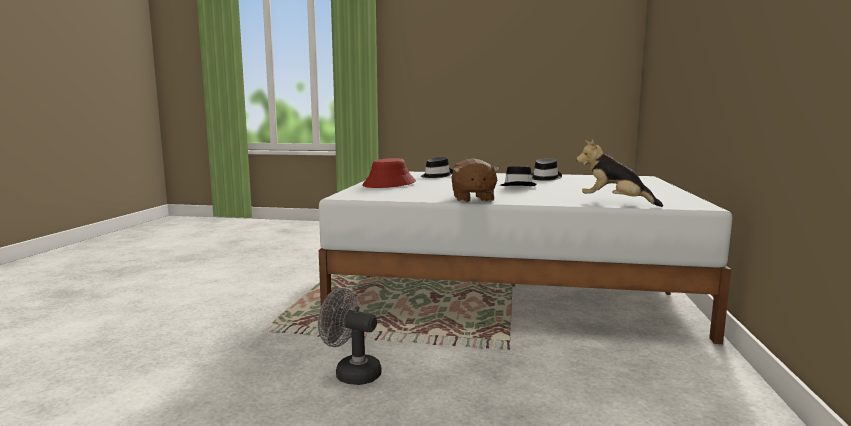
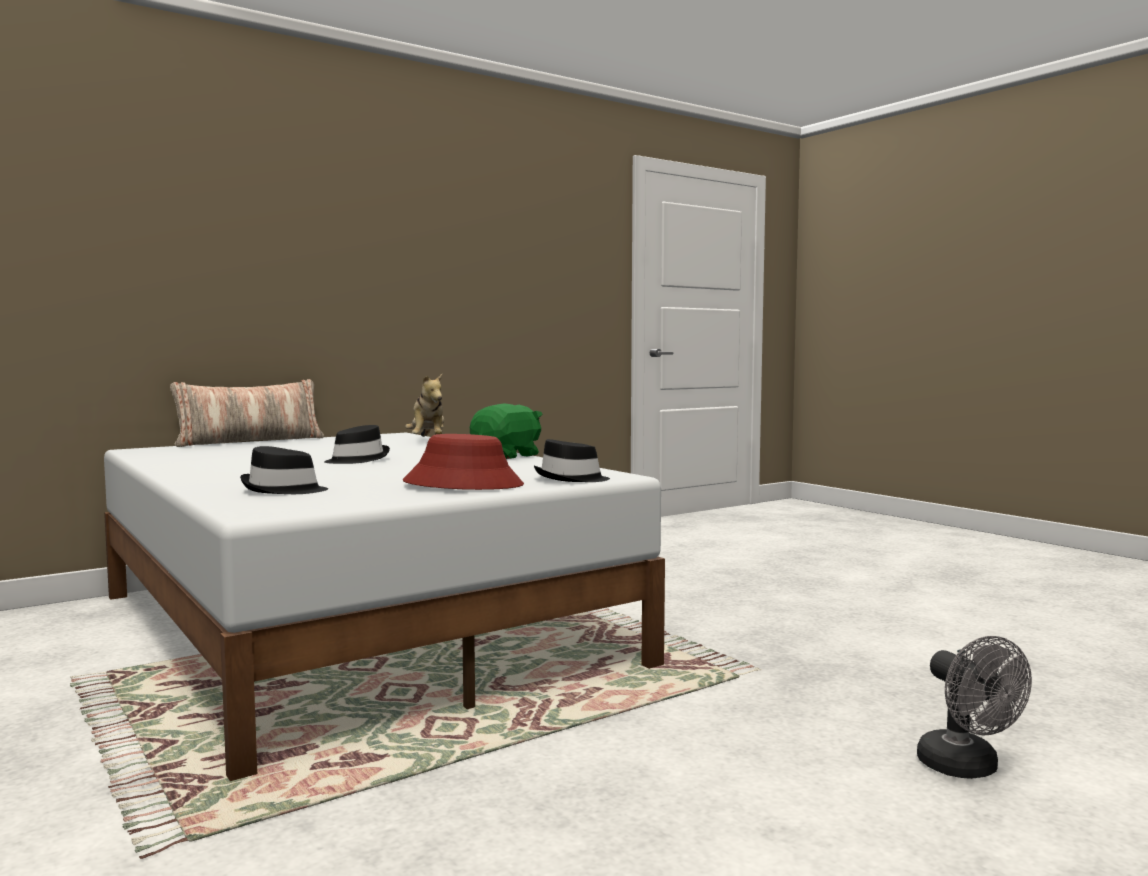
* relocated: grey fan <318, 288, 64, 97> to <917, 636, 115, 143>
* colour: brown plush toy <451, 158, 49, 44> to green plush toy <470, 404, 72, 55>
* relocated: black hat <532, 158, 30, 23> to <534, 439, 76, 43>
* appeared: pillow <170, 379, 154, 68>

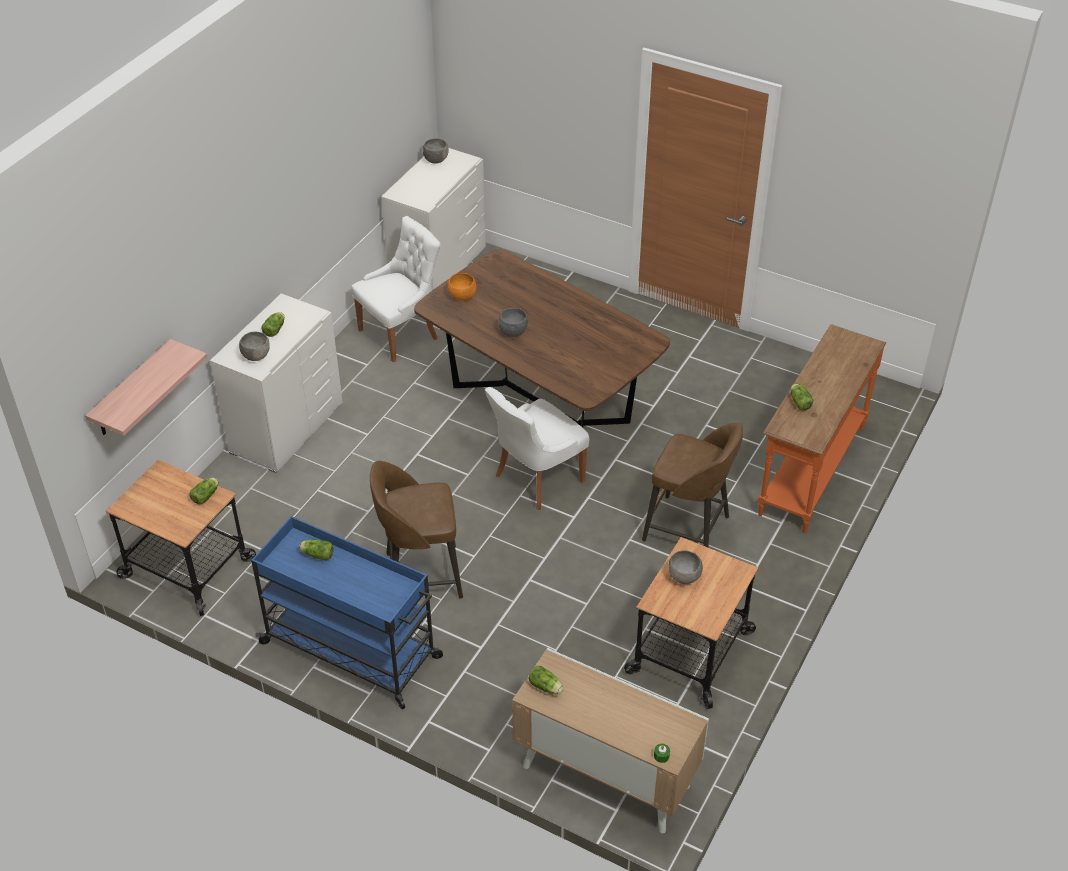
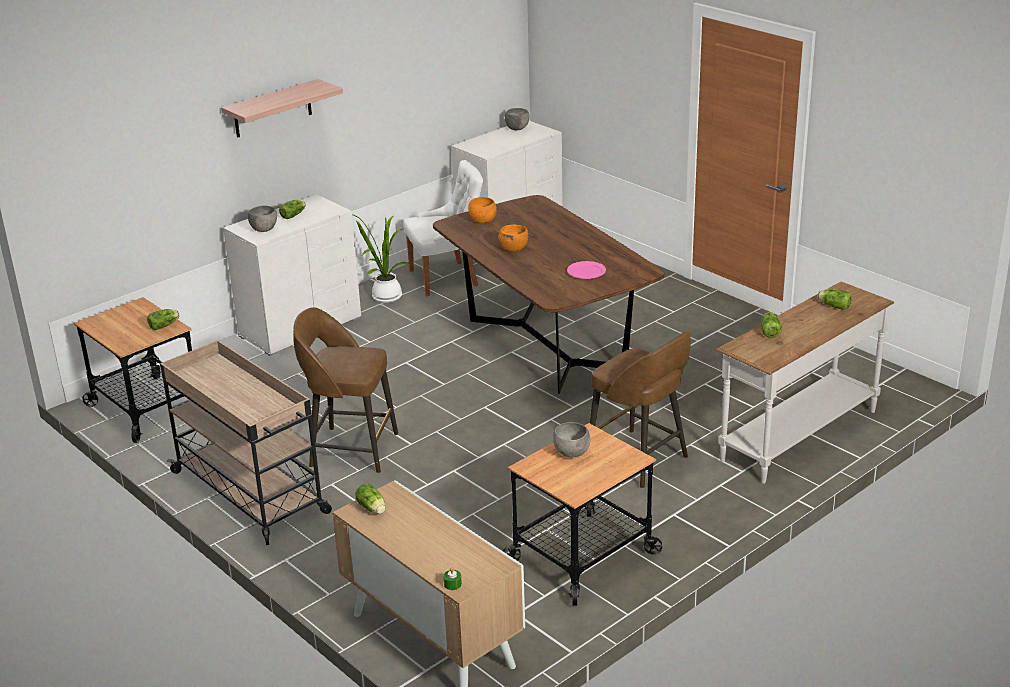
* relocated: shelf <85, 339, 122, 97> to <221, 79, 122, 59>
* colour: blue cart <251, 516, 192, 193> to beige cart <160, 340, 172, 205>
* relocated: lettuce <299, 539, 34, 22> to <818, 289, 33, 21>
* missing: white chair <485, 387, 104, 123>
* colour: grey bowl <498, 308, 30, 29> to orange bowl <499, 224, 29, 28>
* colour: orange console table <758, 324, 128, 209> to white console table <716, 282, 178, 202>
* appeared: potted plant <352, 214, 60, 89>
* appeared: pink plate <567, 261, 39, 18>

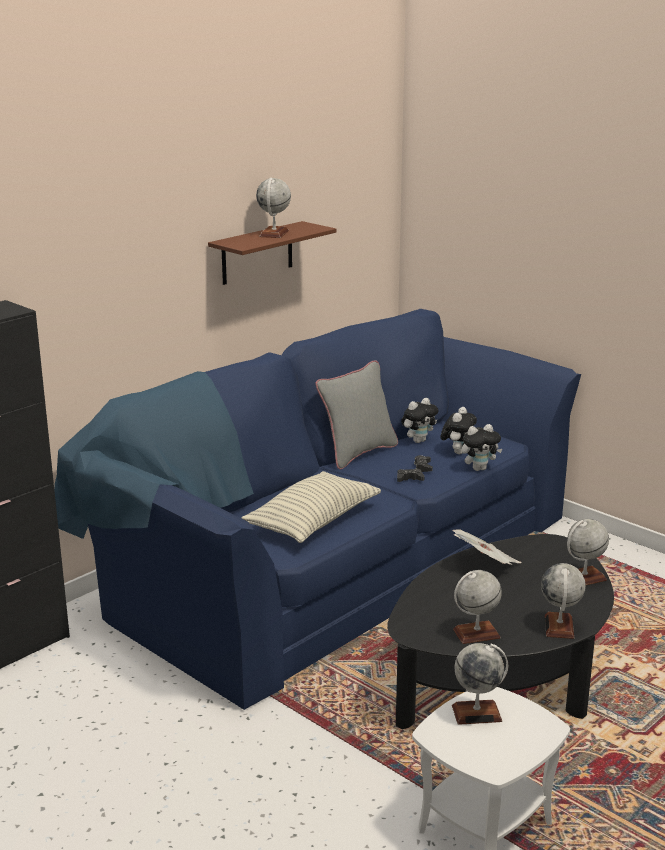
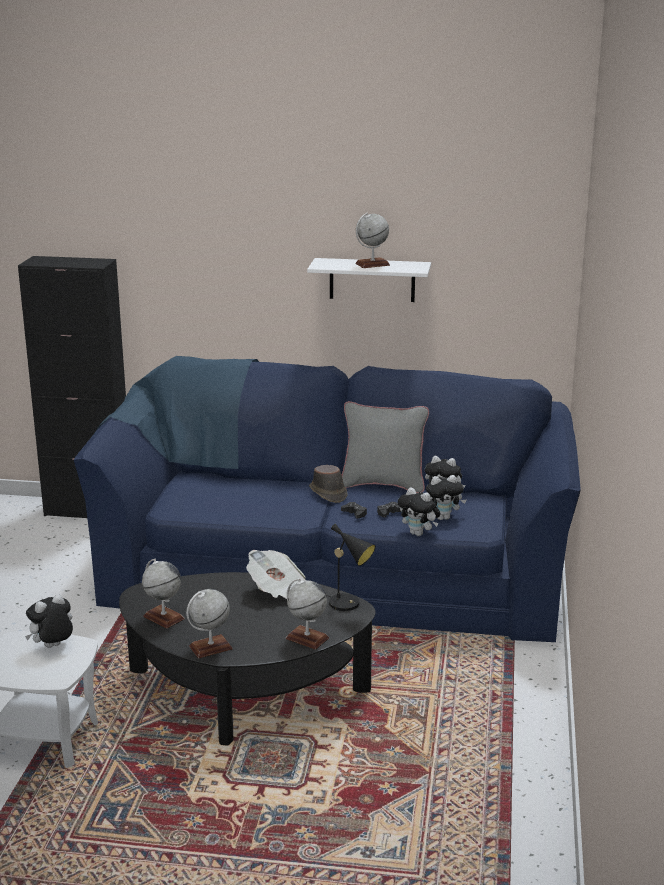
* colour: brown shelf <208, 221, 129, 64> to white shelf <307, 258, 124, 44>
* missing: pillow <242, 471, 139, 72>
* exchanged: globe <452, 643, 56, 82> to plush toy <25, 594, 48, 54>
* appeared: brown hat <309, 465, 39, 38>
* appeared: black table lamp <327, 524, 49, 87>

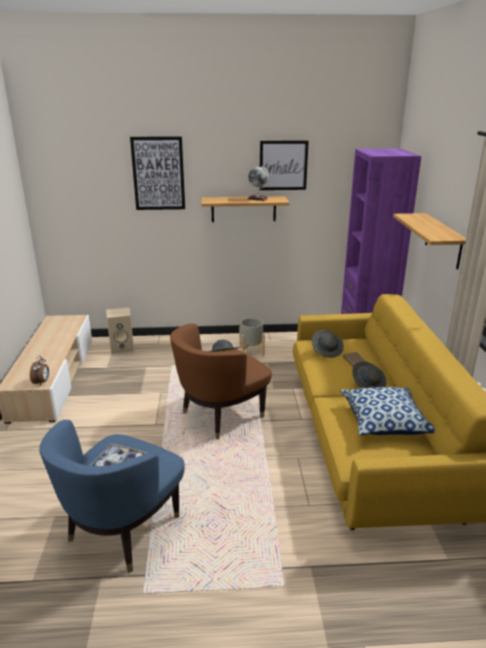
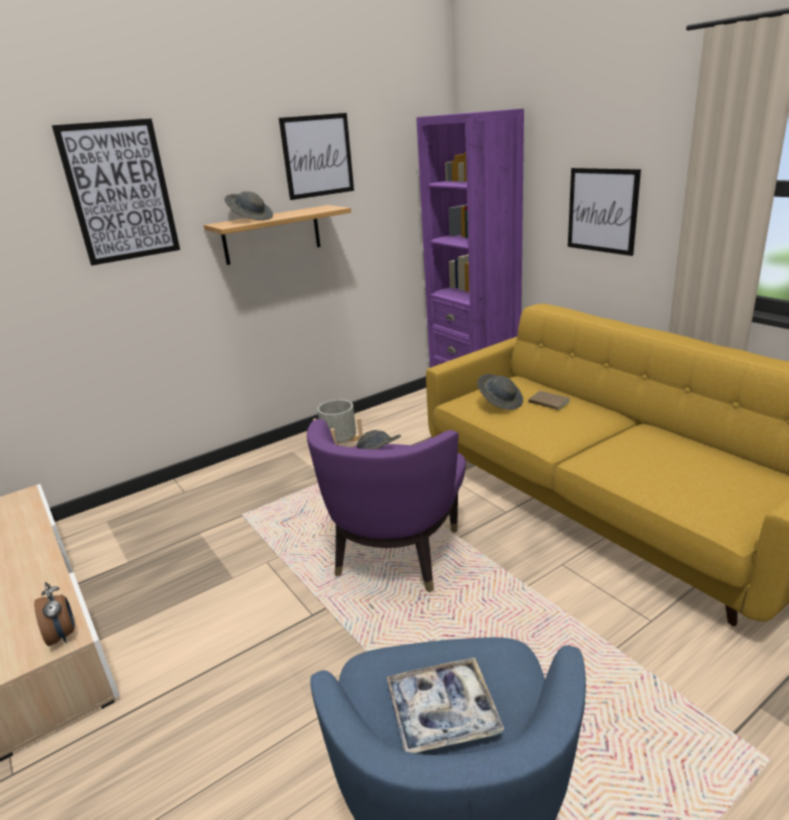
* missing: beige speaker <106, 307, 28, 48>
* colour: brown armchair <170, 323, 102, 116> to purple armchair <307, 419, 159, 174>
* missing: globe <247, 166, 22, 35>
* missing: pillow <340, 387, 95, 49>
* relocated: grey hat <352, 361, 34, 27> to <225, 192, 48, 28>
* exchanged: shelf <393, 213, 73, 56> to picture <568, 168, 73, 88>

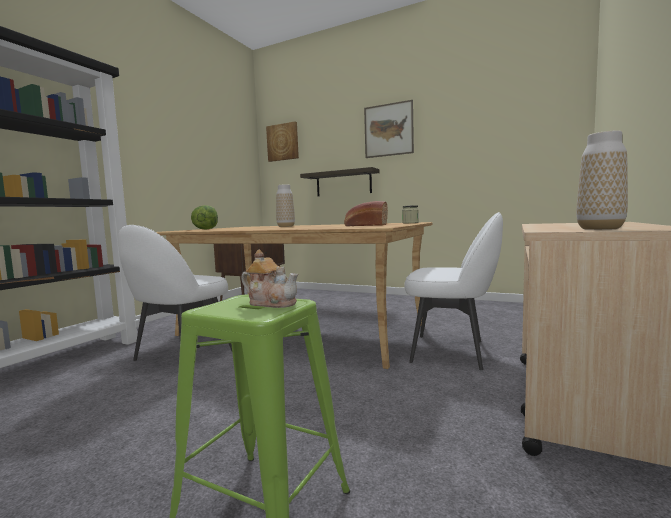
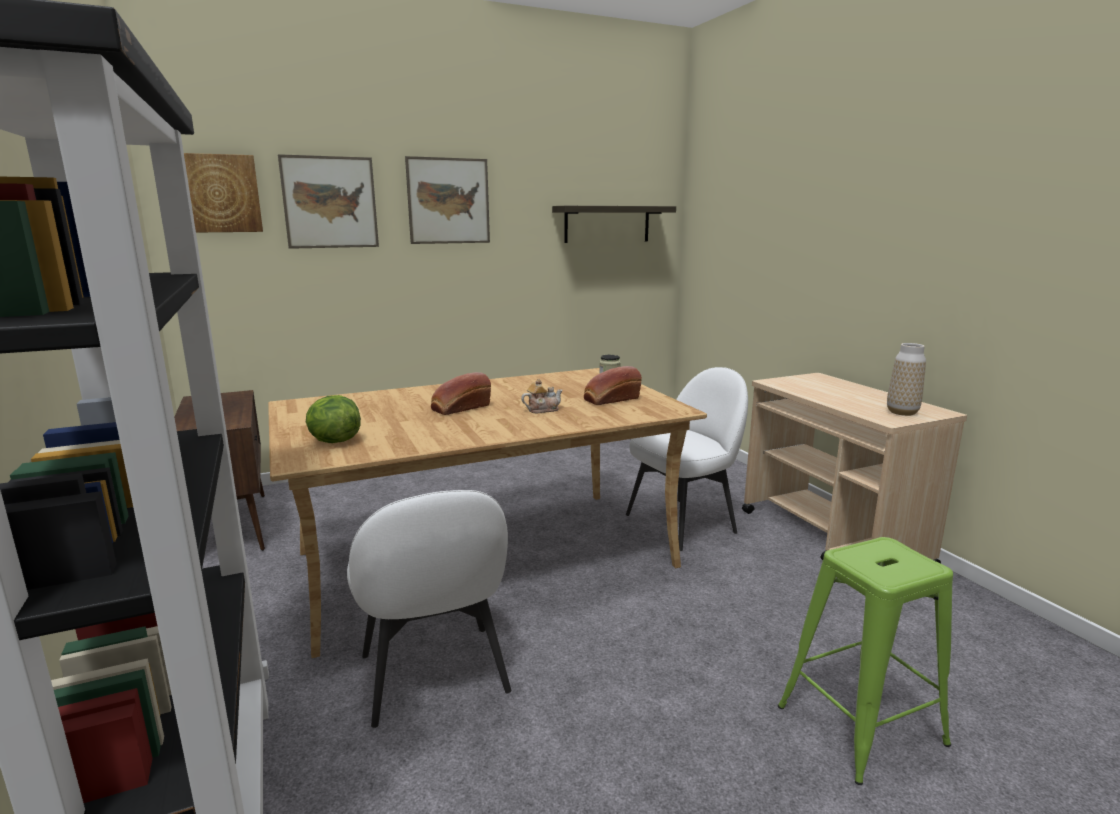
* relocated: teapot <241, 250, 57, 58> to <521, 379, 42, 34>
* exchanged: vase <276, 185, 19, 42> to bread <431, 372, 60, 43>
* relocated: shelf <300, 167, 80, 29> to <552, 206, 124, 37>
* appeared: picture <278, 154, 101, 95>

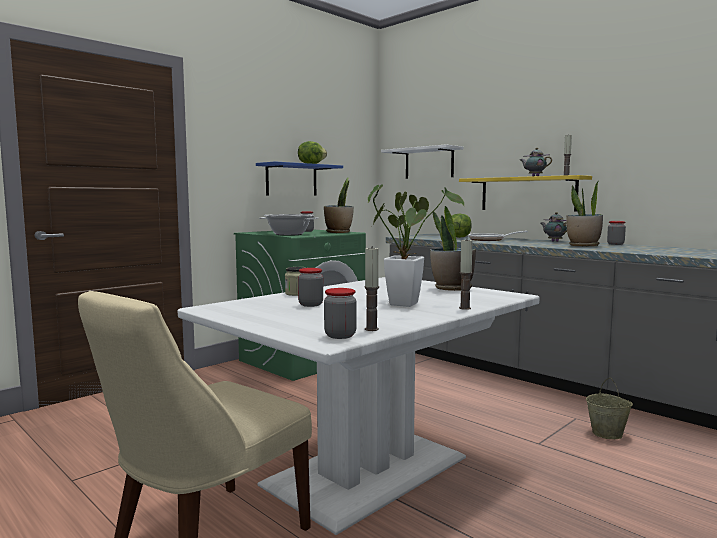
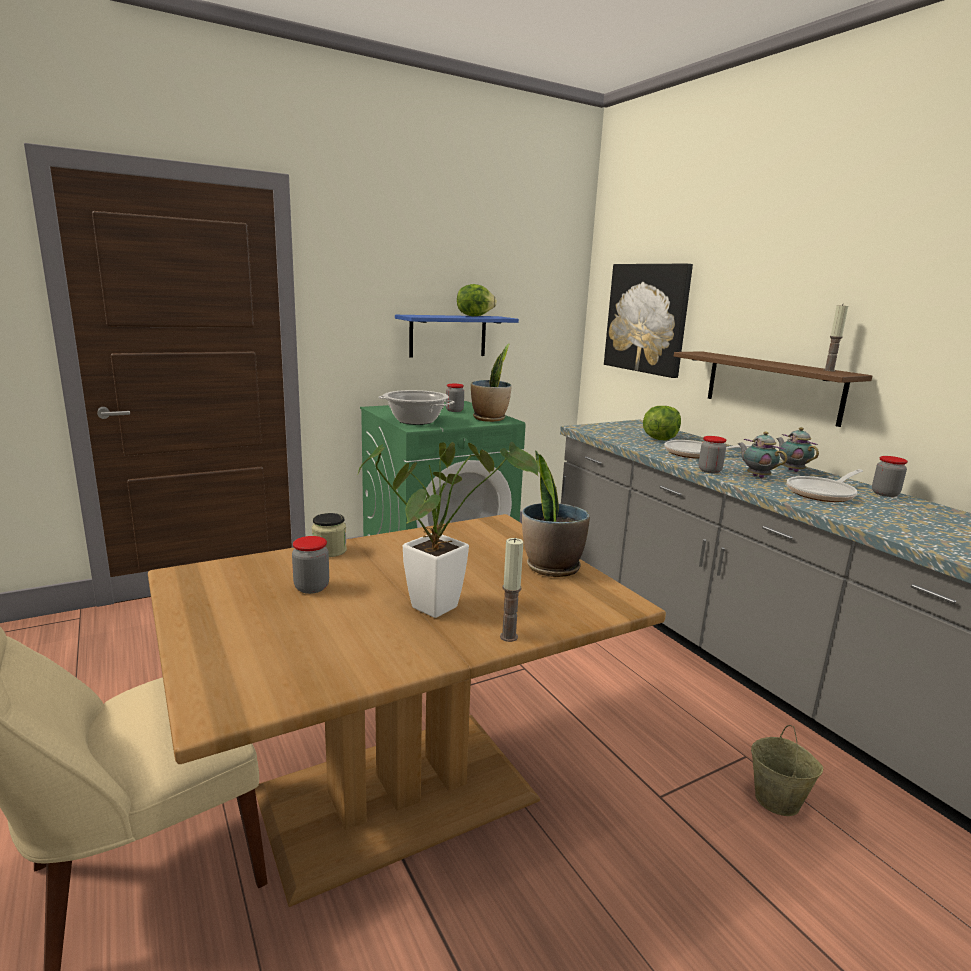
* colour: white dining table <178, 277, 362, 258> to brown dining table <148, 514, 518, 393>
* relocated: jar <324, 288, 33, 51> to <699, 436, 27, 37>
* missing: candle <365, 246, 14, 85>
* exchanged: white shelf <381, 145, 82, 34> to picture <604, 264, 89, 114>
* colour: yellow shelf <459, 175, 133, 36> to brown shelf <674, 351, 198, 76>
* relocated: teapot <520, 148, 32, 28> to <738, 431, 49, 47>
* exchanged: potted plant <566, 182, 37, 64> to frying pan <787, 469, 76, 33>

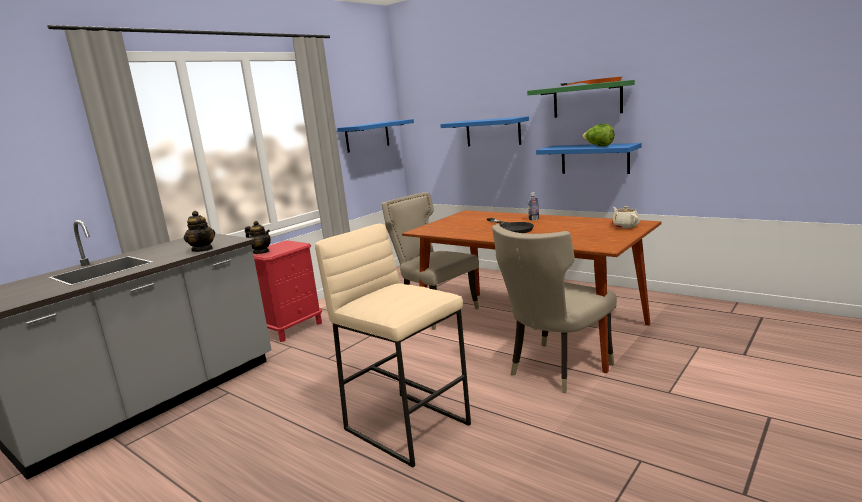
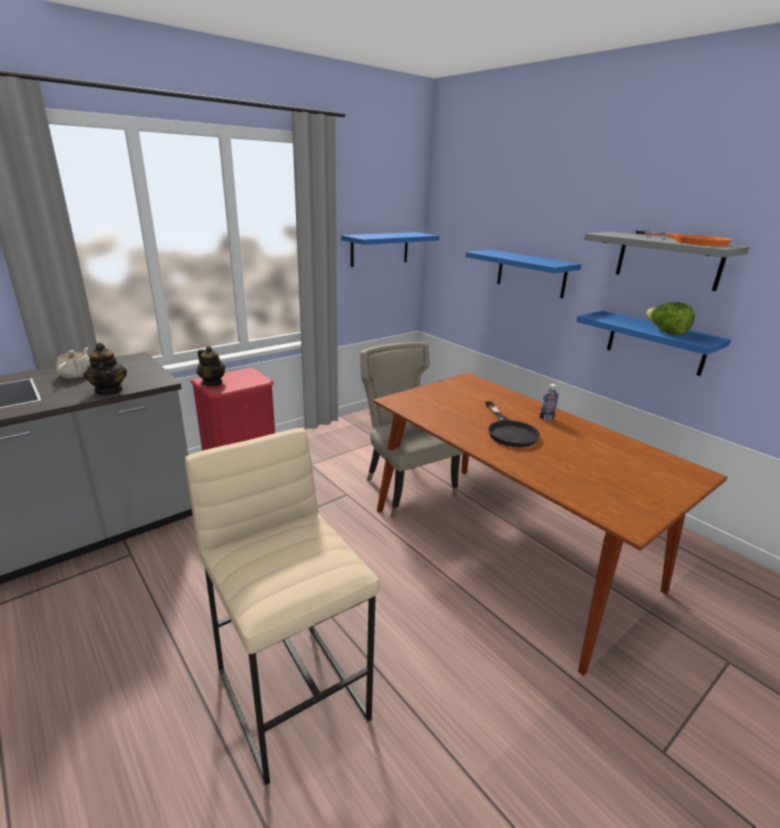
* missing: beige chair <492, 224, 125, 169>
* colour: green shelf <527, 80, 108, 38> to grey shelf <584, 232, 166, 59>
* relocated: beige teapot <612, 206, 28, 22> to <56, 347, 35, 32>

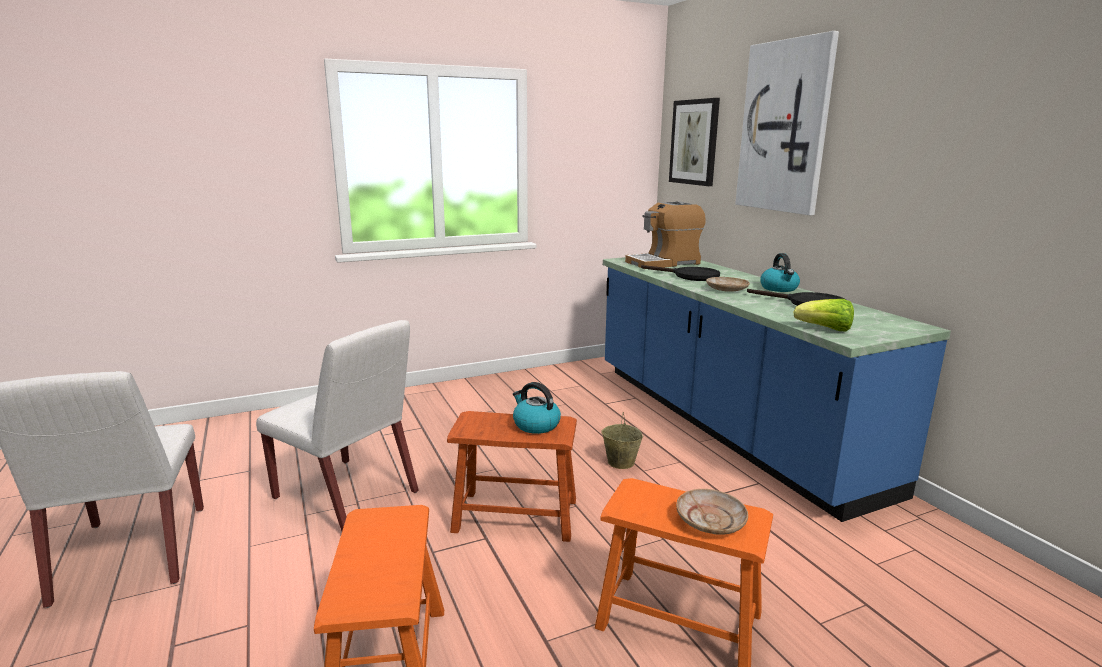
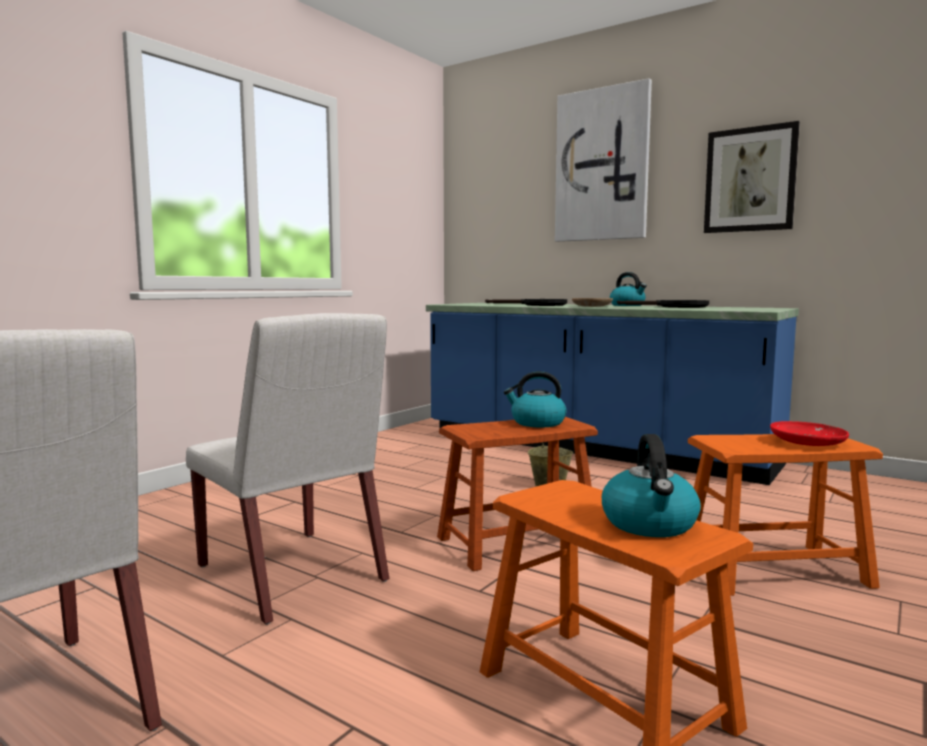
* spun: white chair <256, 320, 163, 211> = <186, 313, 203, 312> 45 degrees clockwise
* missing: coffee machine <625, 201, 81, 67>
* relocated: picture <669, 98, 51, 88> to <704, 121, 96, 112>
* colour: beige plate <676, 489, 72, 46> to red plate <770, 421, 79, 25>
* missing: lettuce <794, 299, 60, 32>
* appeared: kettle <602, 434, 99, 103>

